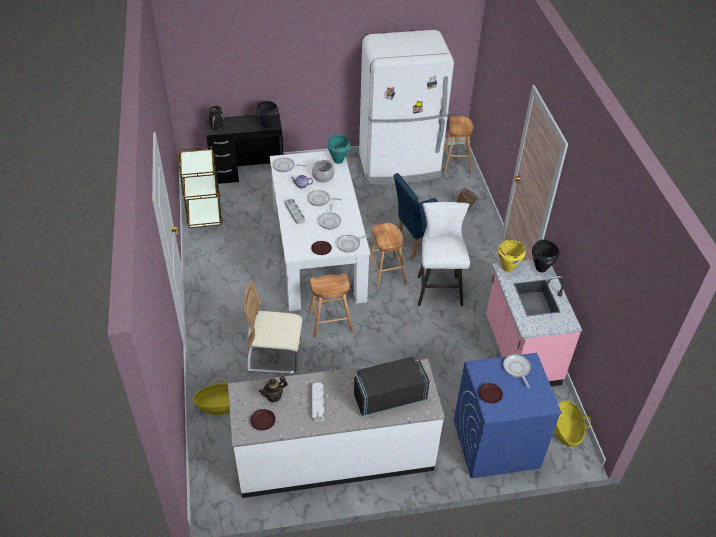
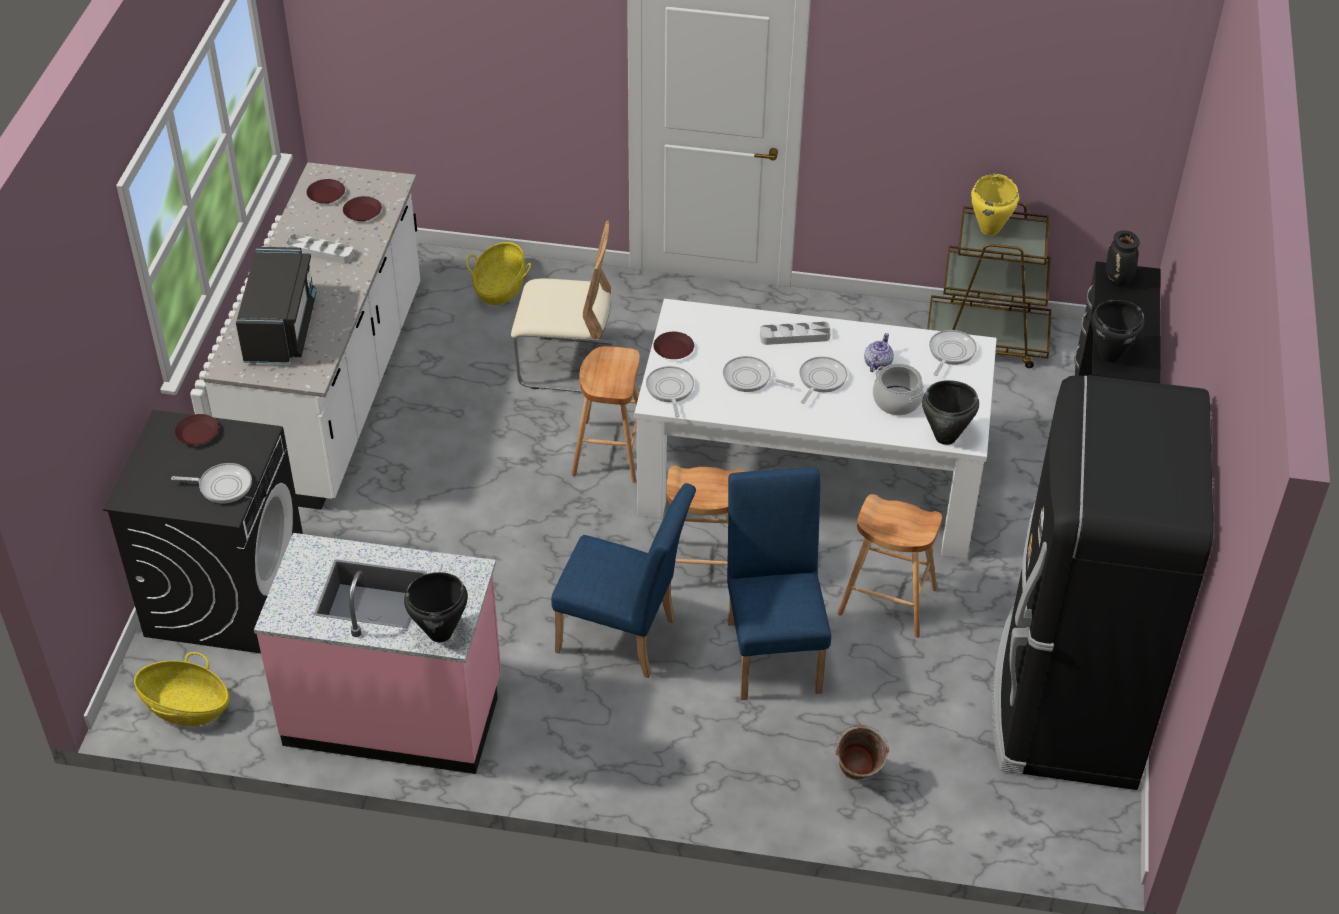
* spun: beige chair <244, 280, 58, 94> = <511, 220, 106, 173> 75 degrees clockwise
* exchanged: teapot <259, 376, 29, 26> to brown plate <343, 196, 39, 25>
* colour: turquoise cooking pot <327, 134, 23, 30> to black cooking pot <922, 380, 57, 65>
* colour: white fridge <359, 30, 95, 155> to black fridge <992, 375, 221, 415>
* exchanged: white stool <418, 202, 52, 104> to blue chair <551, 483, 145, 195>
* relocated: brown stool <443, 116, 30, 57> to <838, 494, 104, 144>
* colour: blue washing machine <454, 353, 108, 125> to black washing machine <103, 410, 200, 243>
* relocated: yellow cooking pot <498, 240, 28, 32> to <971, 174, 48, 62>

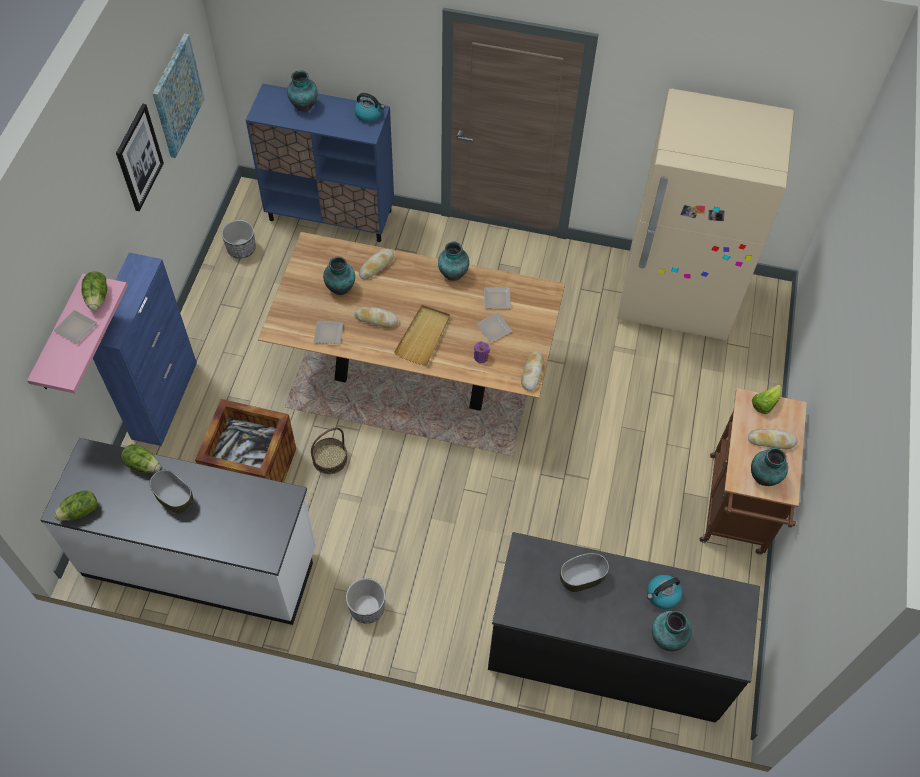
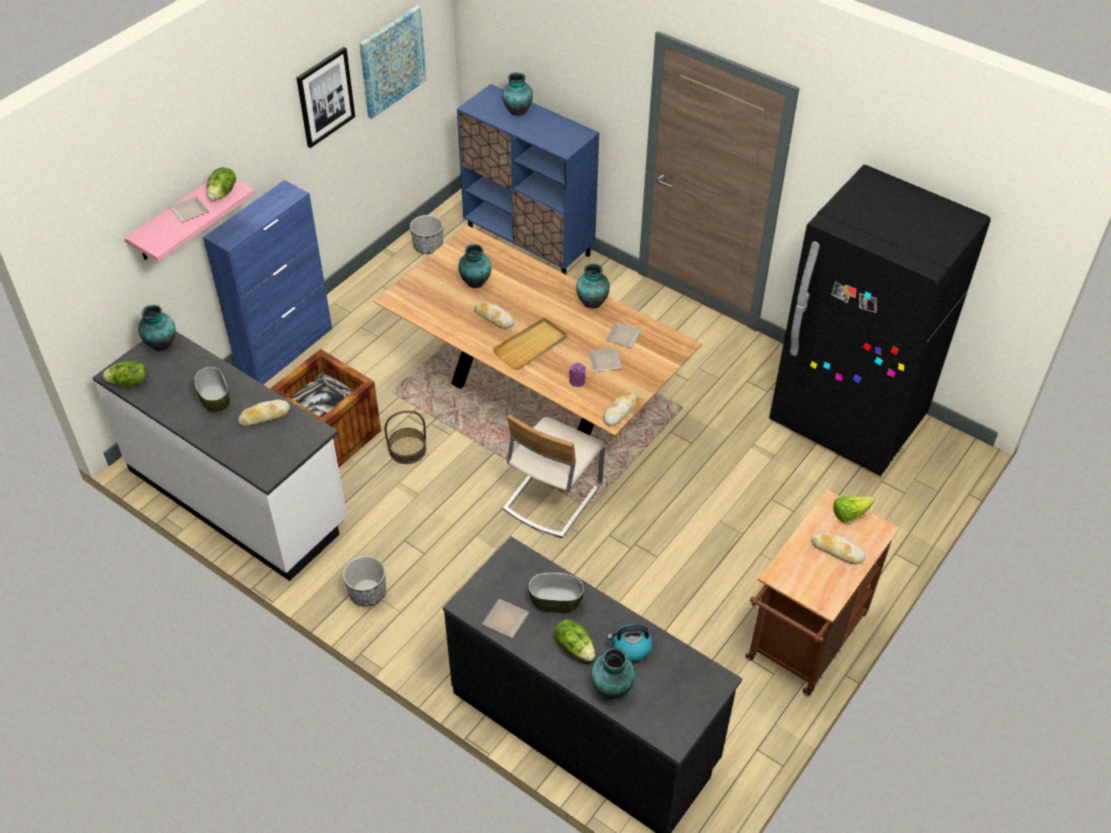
* relocated: lettuce <121, 444, 40, 29> to <555, 619, 40, 42>
* relocated: plate <314, 321, 29, 23> to <482, 599, 47, 39>
* missing: kettle <354, 93, 31, 29>
* relocated: bread <359, 249, 35, 30> to <238, 399, 52, 27>
* colour: beige fridge <617, 89, 177, 251> to black fridge <769, 165, 222, 311>
* relocated: vase <751, 447, 37, 39> to <138, 305, 38, 46>
* appeared: beige chair <503, 414, 102, 124>

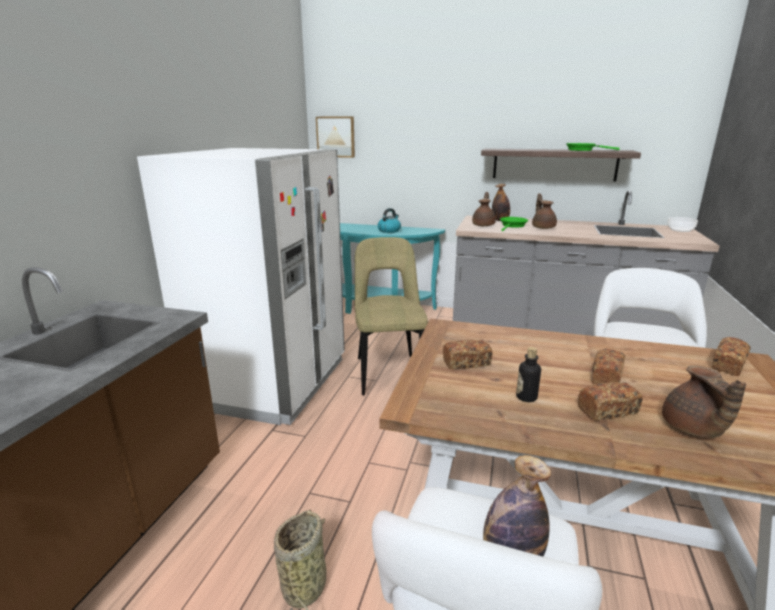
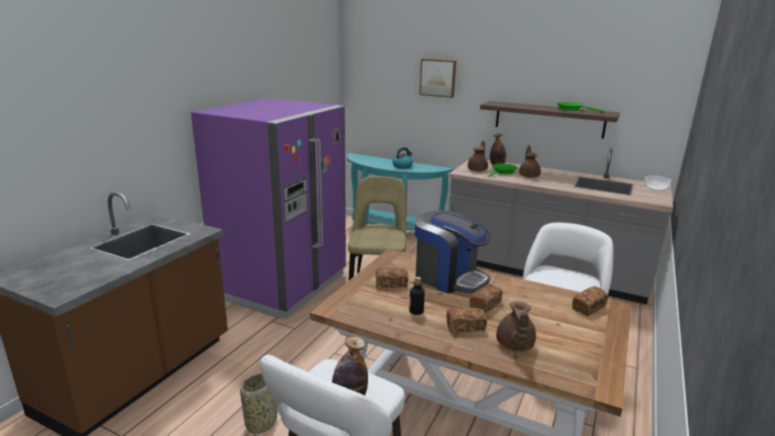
* colour: white fridge <137, 148, 208, 277> to purple fridge <191, 98, 155, 221>
* relocated: picture <316, 117, 39, 41> to <419, 59, 37, 39>
* appeared: coffee machine <415, 210, 76, 83>

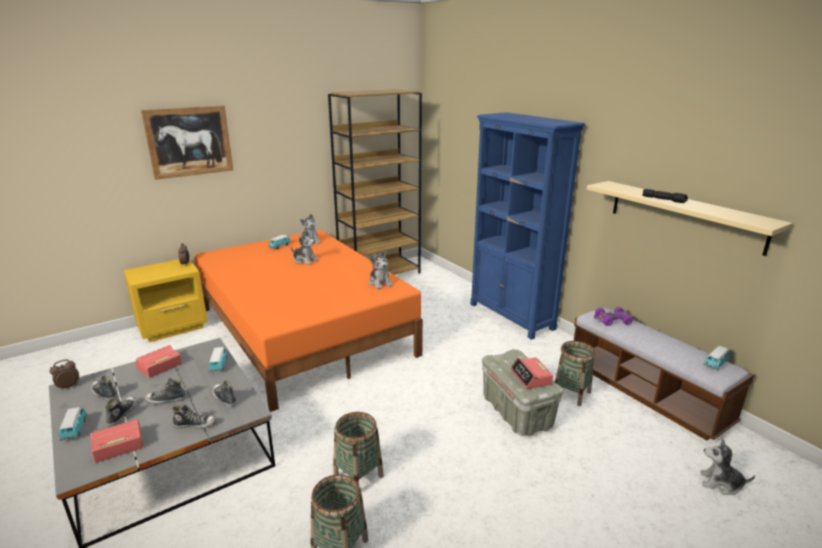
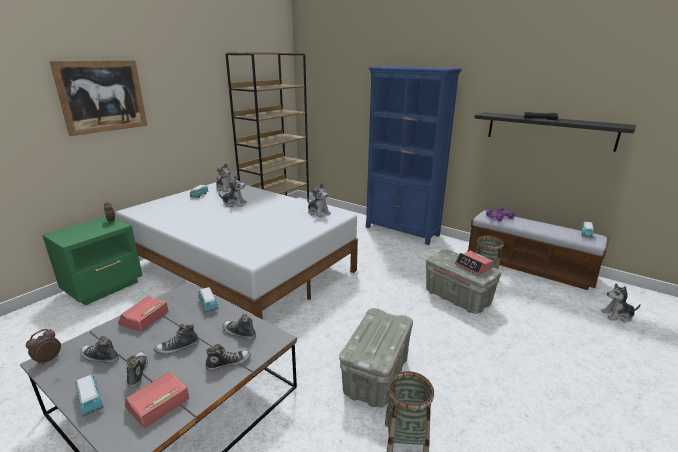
* colour: yellow nightstand <123, 259, 85, 83> to green nightstand <42, 216, 101, 89>
* colour: orange bed <194, 230, 229, 182> to white bed <115, 182, 243, 137>
* exchanged: basket <333, 412, 51, 73> to grey storage box <339, 308, 74, 100>
* colour: beige shelf <587, 181, 206, 75> to black shelf <474, 112, 162, 40>

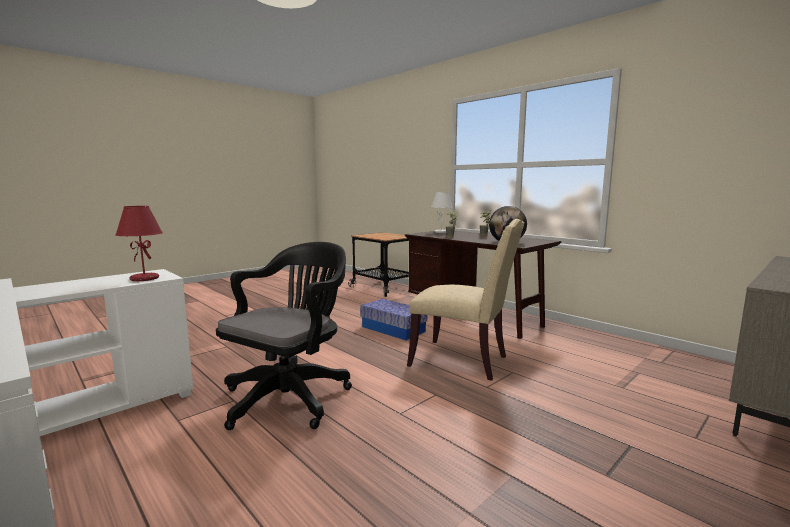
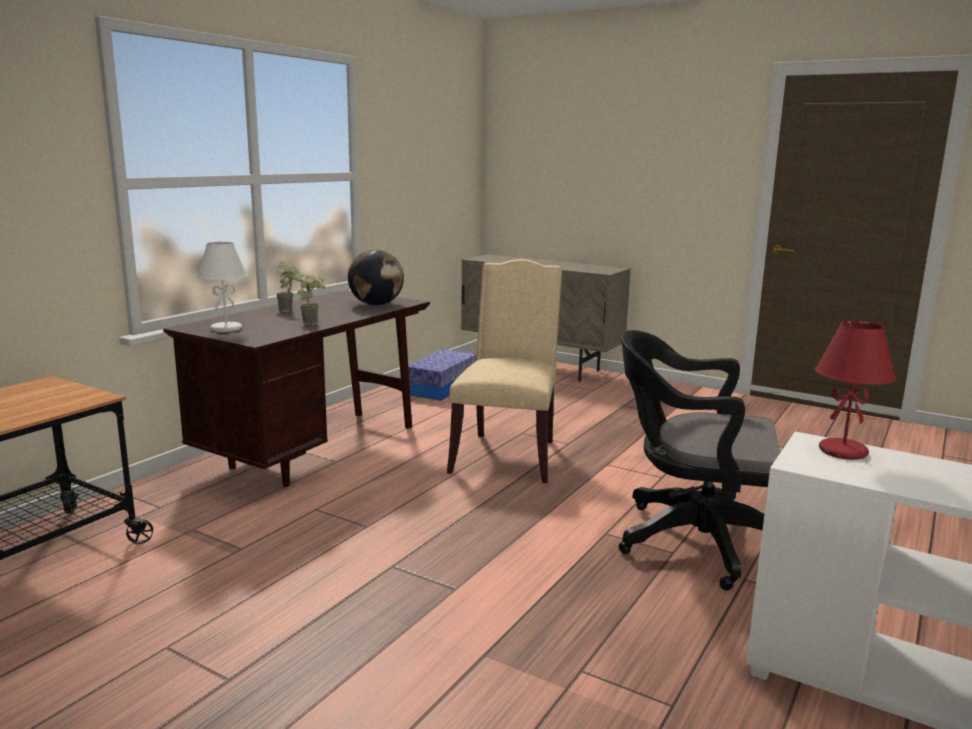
* relocated: storage box <361, 299, 67, 41> to <408, 349, 69, 52>

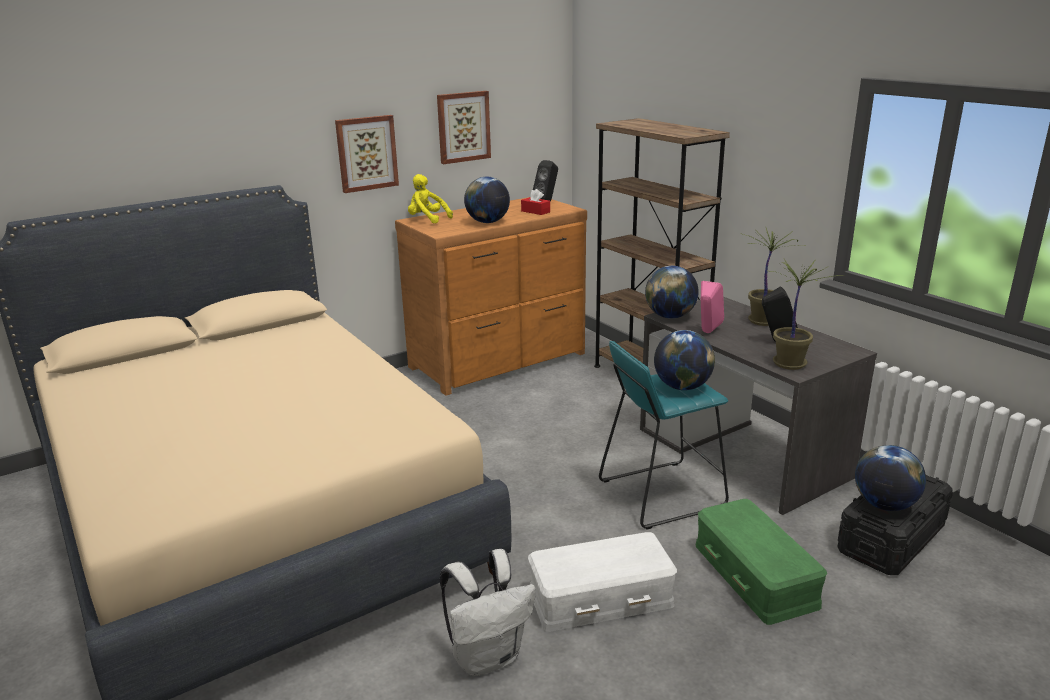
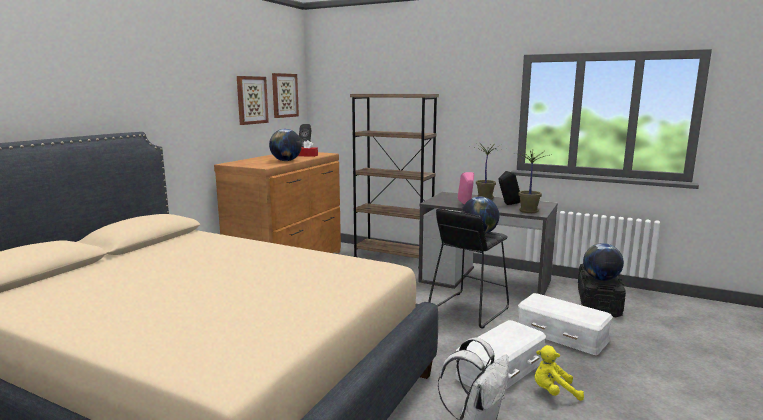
* relocated: picture <335, 115, 64, 78> to <272, 73, 27, 45>
* relocated: yellow plush toy <408, 174, 45, 49> to <534, 345, 50, 56>
* colour: turquoise stool <599, 341, 130, 188> to black stool <428, 209, 81, 120>
* missing: globe <645, 266, 54, 53>
* colour: green storage box <696, 499, 131, 126> to white storage box <518, 293, 95, 62>

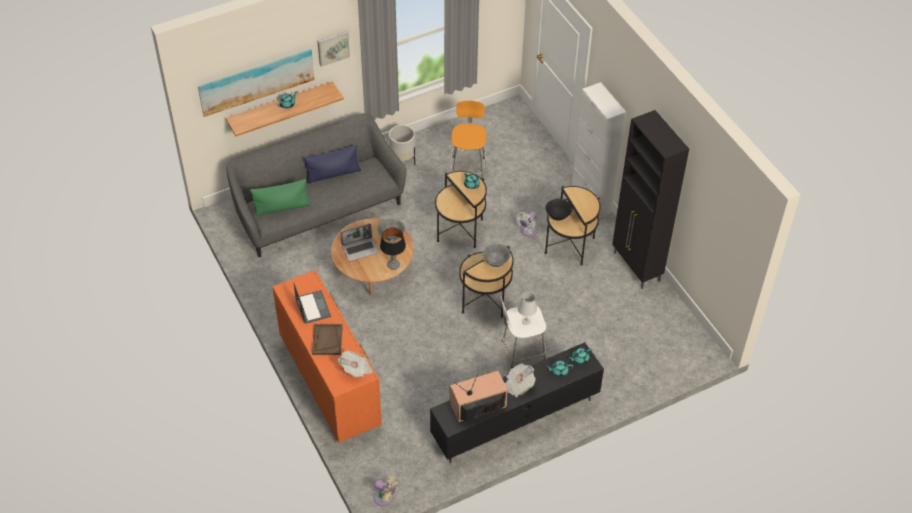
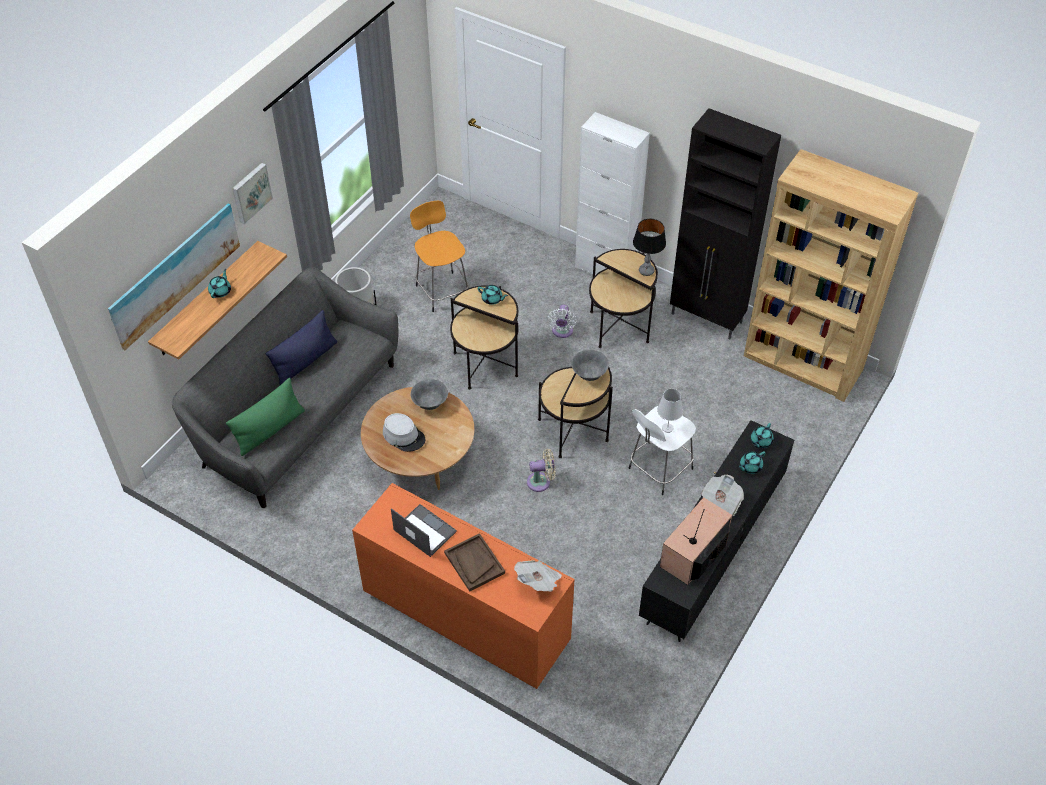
* exchanged: laptop <341, 223, 38, 39> to grey hat <383, 413, 42, 39>
* relocated: beige fan <374, 476, 24, 30> to <527, 449, 29, 43>
* relocated: table lamp <380, 228, 26, 42> to <633, 219, 33, 57>
* missing: black bowl <546, 199, 27, 22>
* appeared: brown bookcase <744, 149, 174, 253>

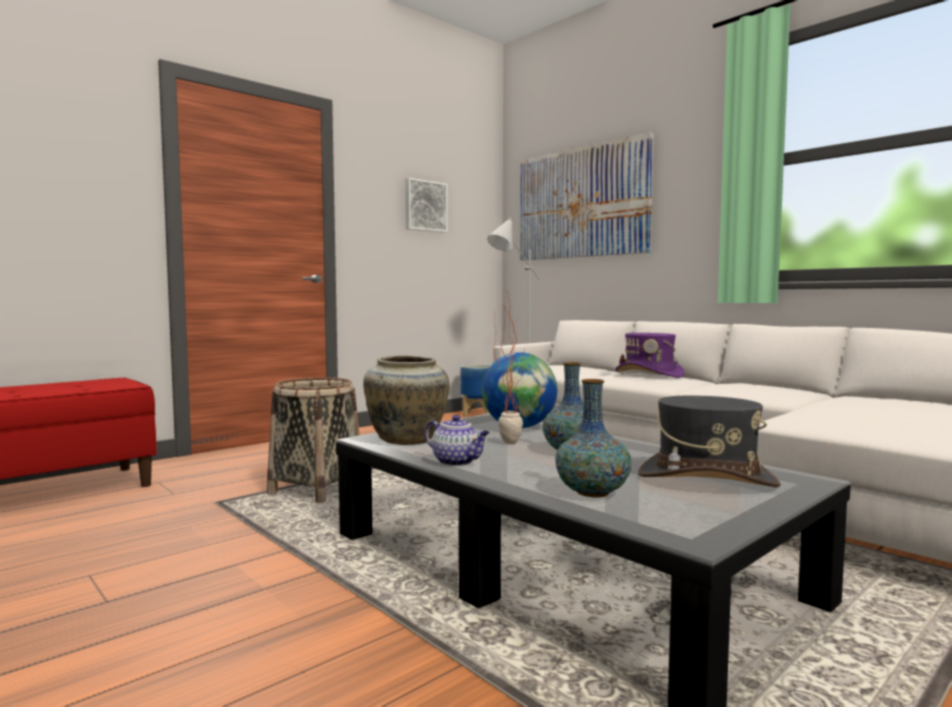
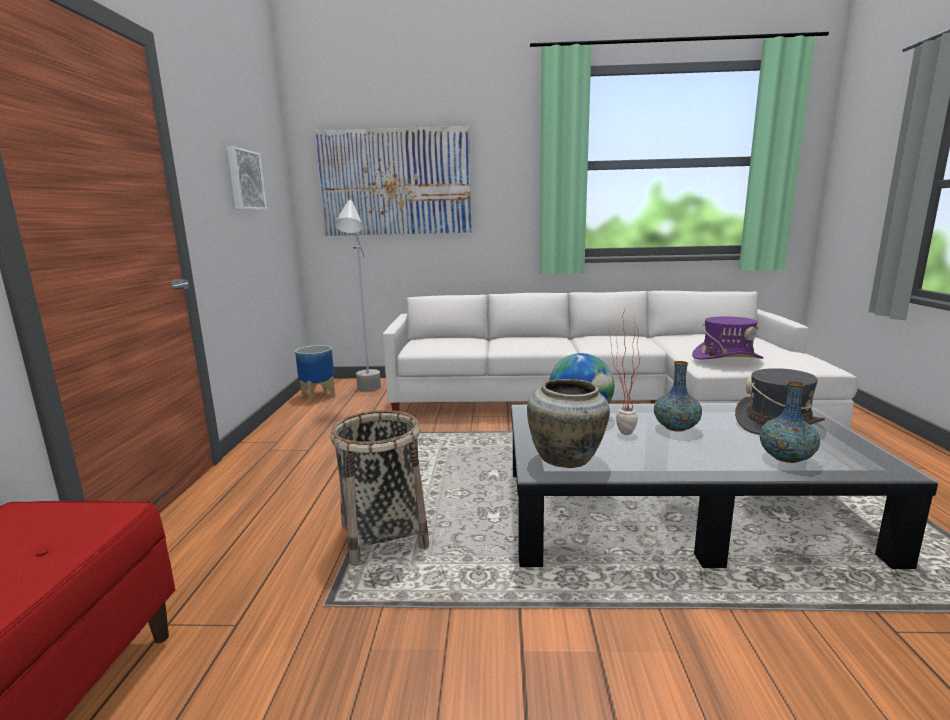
* missing: teapot <425, 415, 64, 51>
* relocated: purple hat <615, 333, 70, 45> to <692, 317, 71, 43>

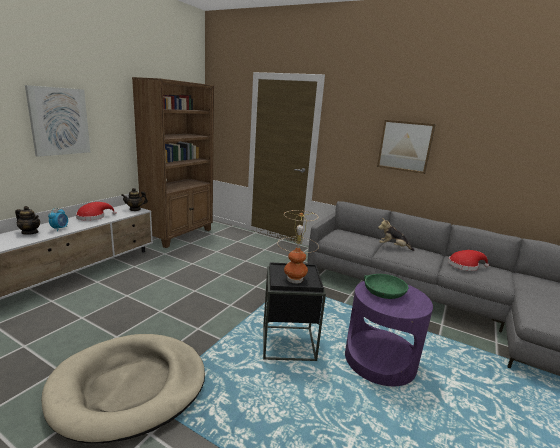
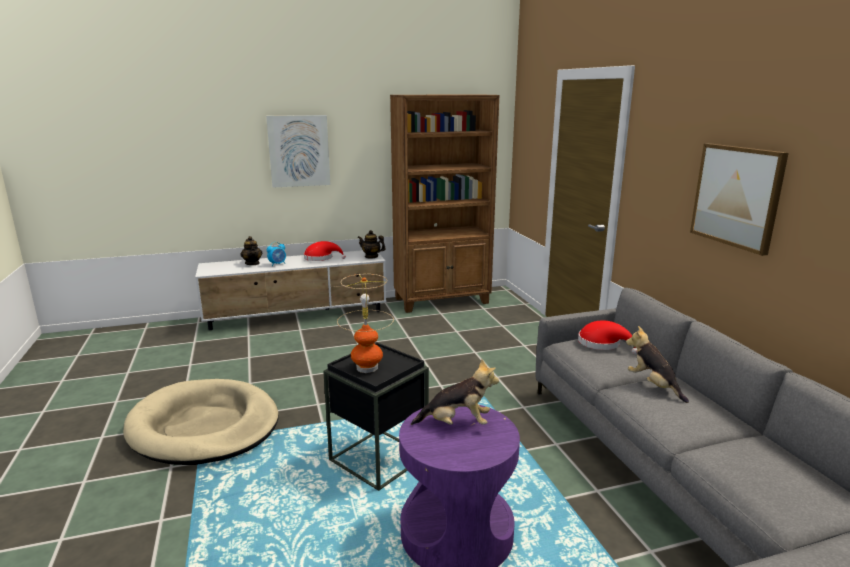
* exchanged: green bowl <364, 274, 45, 25> to plush toy <411, 359, 88, 66>
* relocated: red hat <448, 250, 41, 21> to <578, 320, 59, 34>

